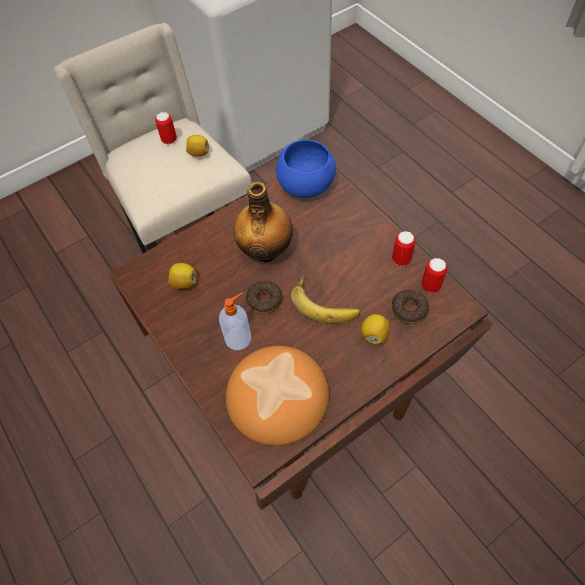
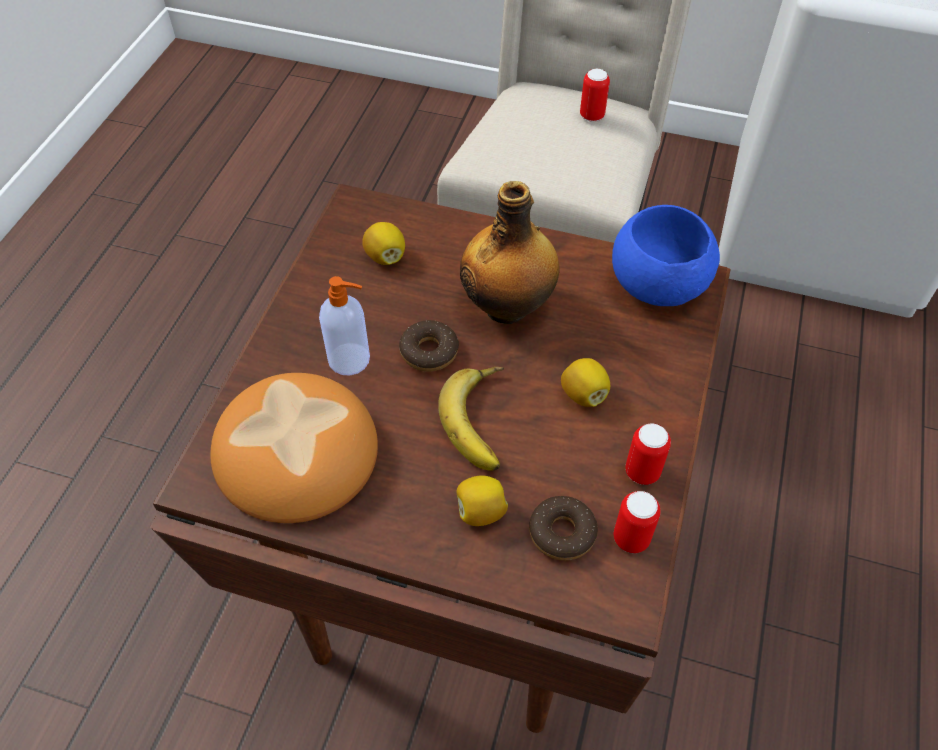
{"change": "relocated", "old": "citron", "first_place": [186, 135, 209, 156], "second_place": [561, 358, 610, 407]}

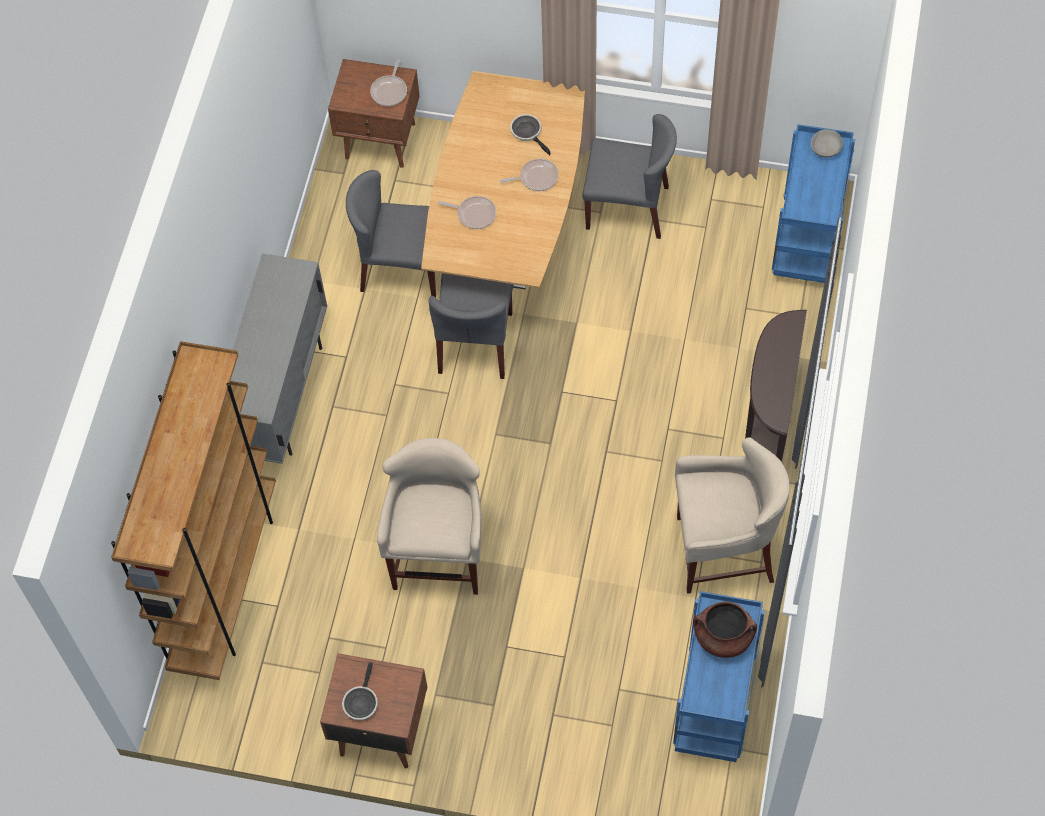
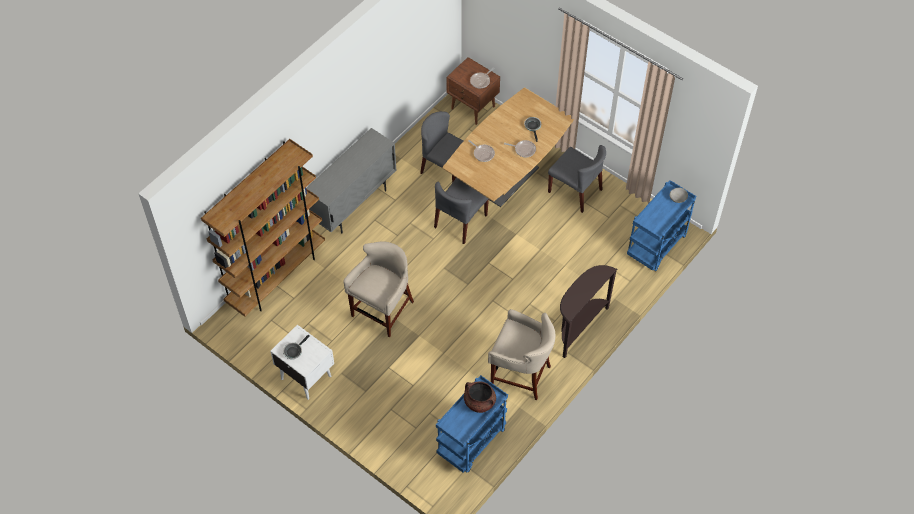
{"change": "colour", "old": "table de chevet (marron)", "new": "table de chevet (blanc)", "first_place": [320, 653, 427, 768], "second_place": [270, 325, 334, 400]}

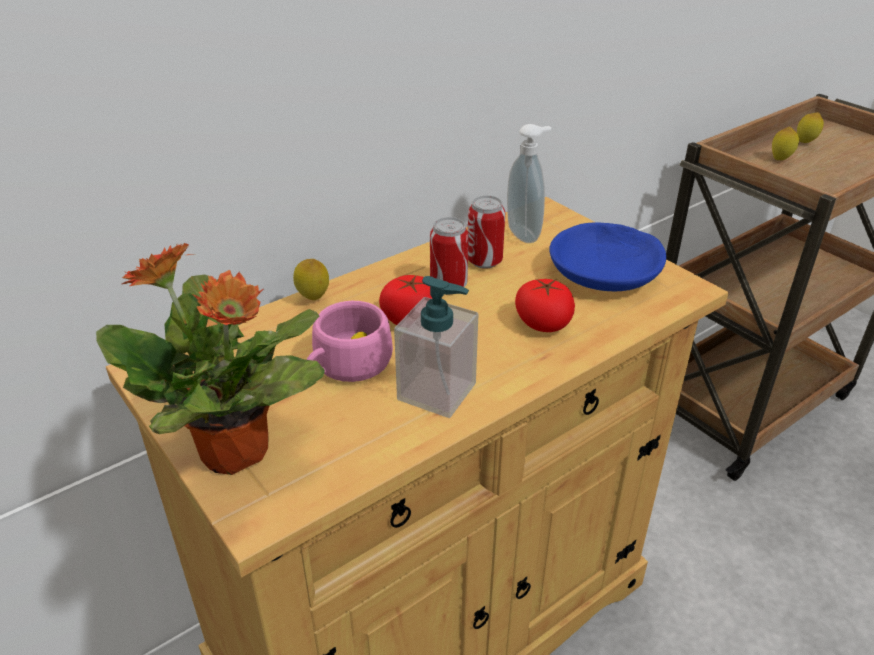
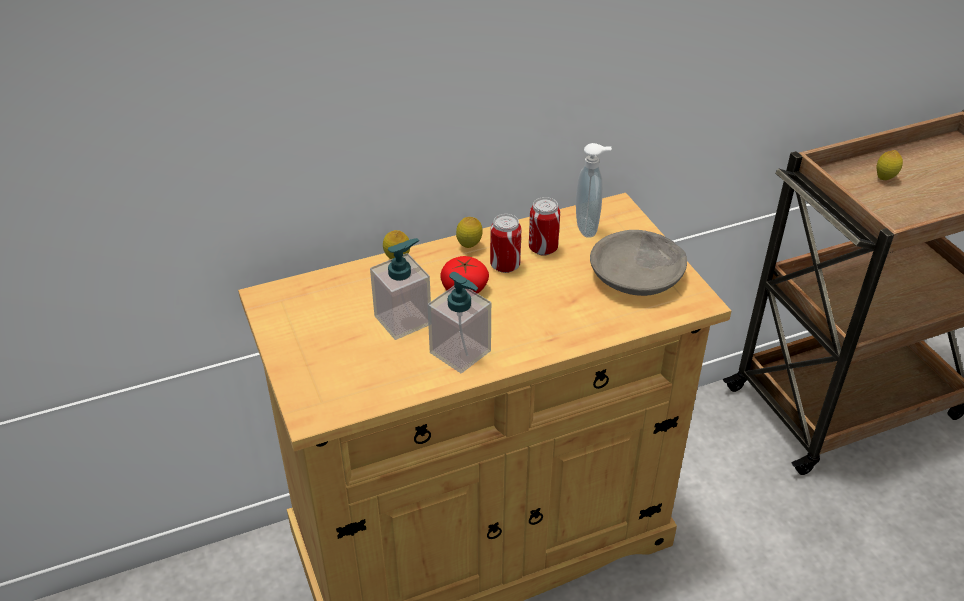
{"change": "missing", "old": "plante en pot", "first_place": [96, 243, 325, 475]}
{"change": "exchanged", "old": "tasse (rose)", "new": "distributeur de savon", "first_place": [306, 301, 393, 382], "second_place": [370, 238, 431, 340]}
{"change": "missing", "old": "tomate", "first_place": [515, 279, 575, 332]}
{"change": "colour", "old": "bol (bleu)", "new": "bol (gris)", "first_place": [549, 222, 666, 291], "second_place": [590, 230, 687, 296]}
{"change": "relocated", "old": "citron", "first_place": [797, 112, 824, 143], "second_place": [456, 217, 483, 248]}

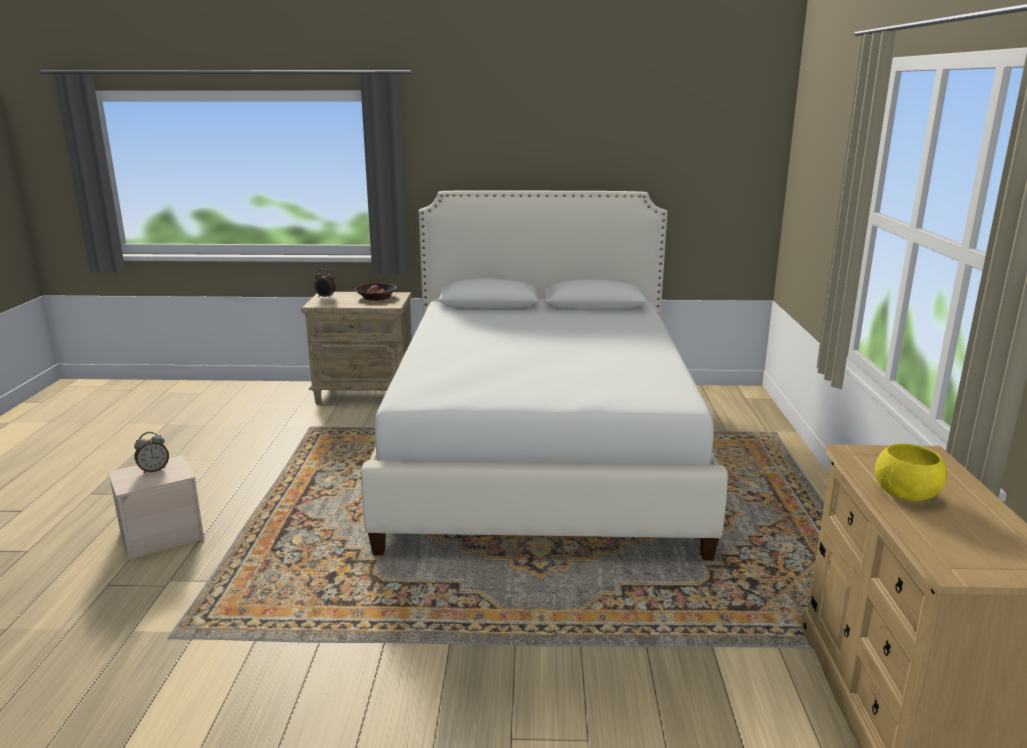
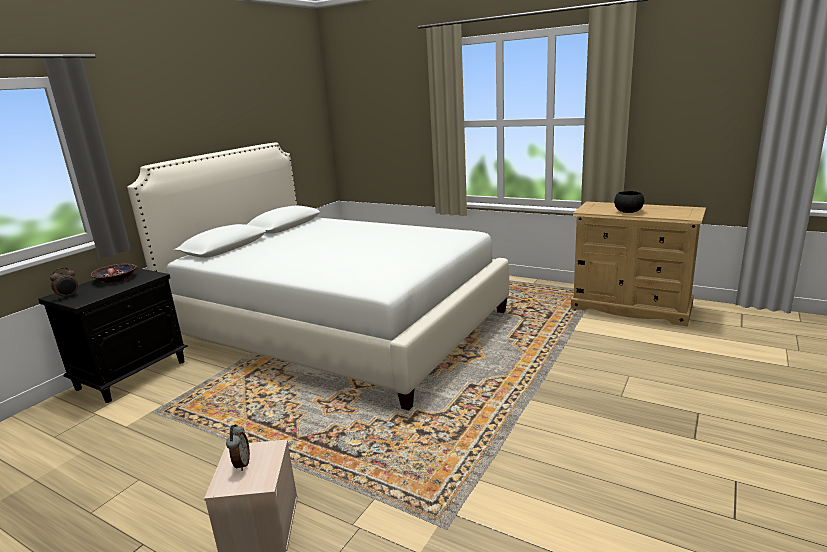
{"change": "colour", "old": "table de chevet (beige)", "new": "table de chevet (noir)", "first_place": [301, 292, 412, 405], "second_place": [38, 268, 187, 403]}
{"change": "colour", "old": "bol (jaune)", "new": "bol (noir)", "first_place": [875, 443, 947, 501], "second_place": [614, 191, 644, 213]}

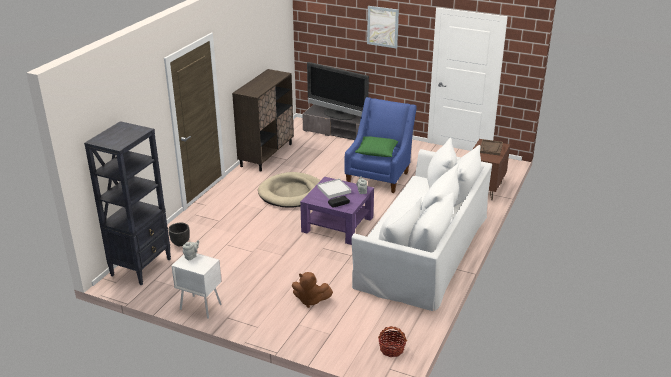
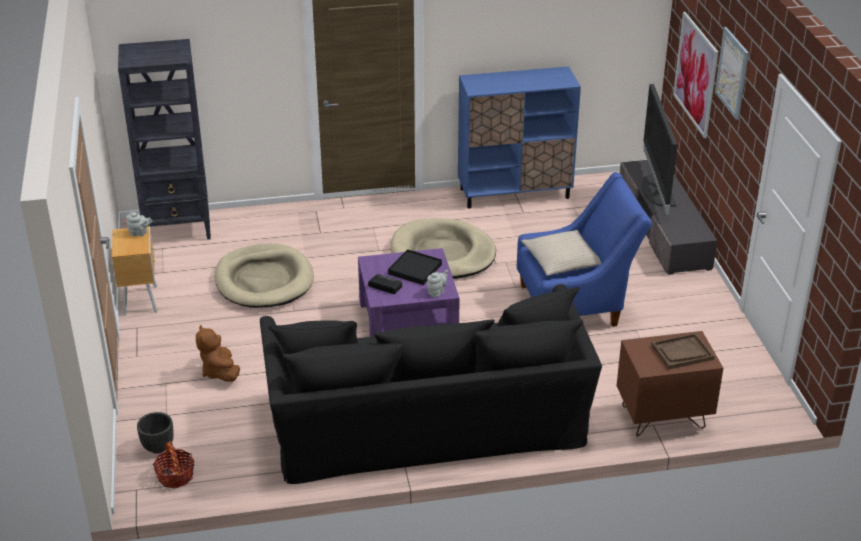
{"change": "relocated", "old": "cache-pot (noir)", "first_place": [168, 223, 190, 246], "second_place": [137, 412, 174, 454]}
{"change": "colour", "old": "table de chevet (blanc)", "new": "table de chevet (marron)", "first_place": [172, 253, 222, 319], "second_place": [112, 226, 158, 316]}
{"change": "colour", "old": "meuble de rangement (marron)", "new": "meuble de rangement (bleu)", "first_place": [232, 69, 294, 172], "second_place": [458, 66, 581, 208]}
{"change": "colour", "old": "plateau (blanc)", "new": "plateau (noir)", "first_place": [317, 178, 351, 199], "second_place": [388, 249, 442, 285]}
{"change": "colour", "old": "canapé (blanc)", "new": "canapé (noir)", "first_place": [351, 138, 492, 311], "second_place": [260, 284, 602, 484]}
{"change": "colour", "old": "coussin (vert)", "new": "coussin (beige)", "first_place": [355, 136, 398, 157], "second_place": [521, 230, 601, 276]}
{"change": "appeared", "new": "panier pour chien (beige)", "second_place": [215, 243, 314, 308]}
{"change": "appeared", "new": "tableau", "second_place": [673, 12, 718, 138]}

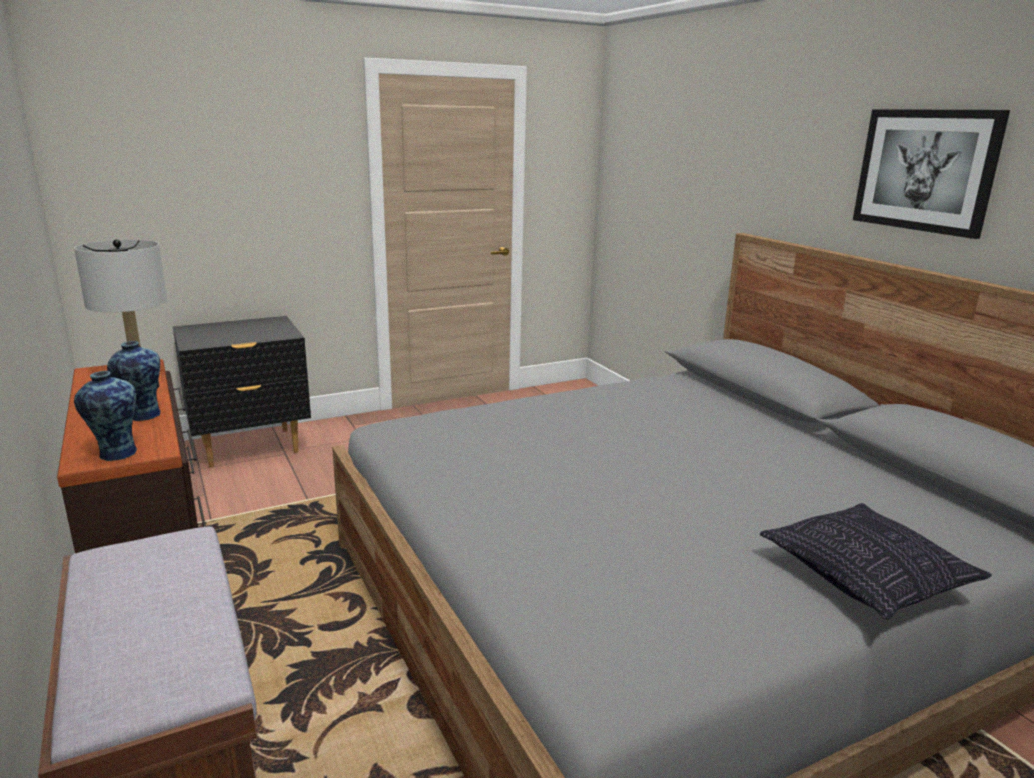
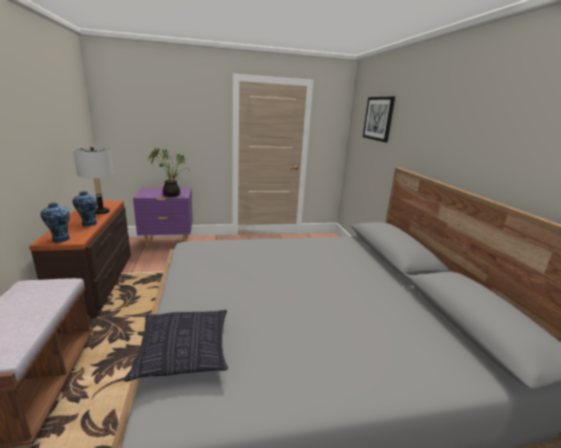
{"change": "colour", "old": "table de chevet (noir)", "new": "table de chevet (violet)", "first_place": [173, 316, 311, 468], "second_place": [133, 188, 193, 250]}
{"change": "relocated", "old": "coussin", "first_place": [760, 503, 992, 620], "second_place": [124, 310, 228, 382]}
{"change": "relocated", "old": "tableau", "first_place": [853, 109, 1010, 239], "second_place": [363, 96, 395, 142]}
{"change": "appeared", "new": "plante en pot", "second_place": [148, 148, 189, 197]}

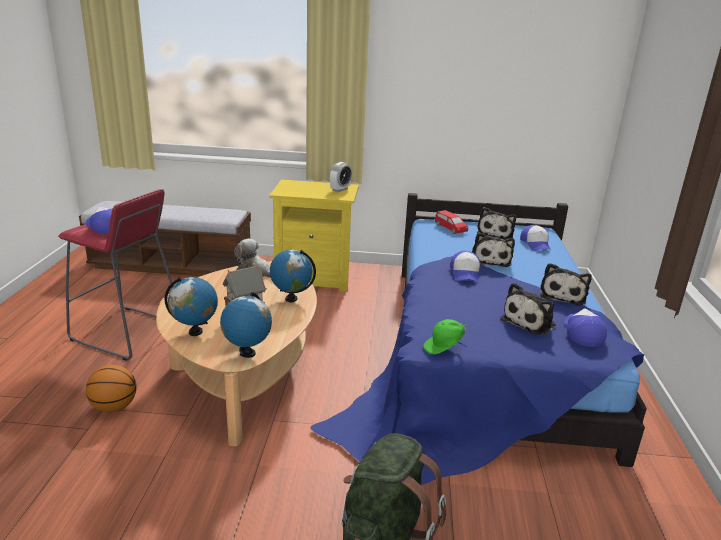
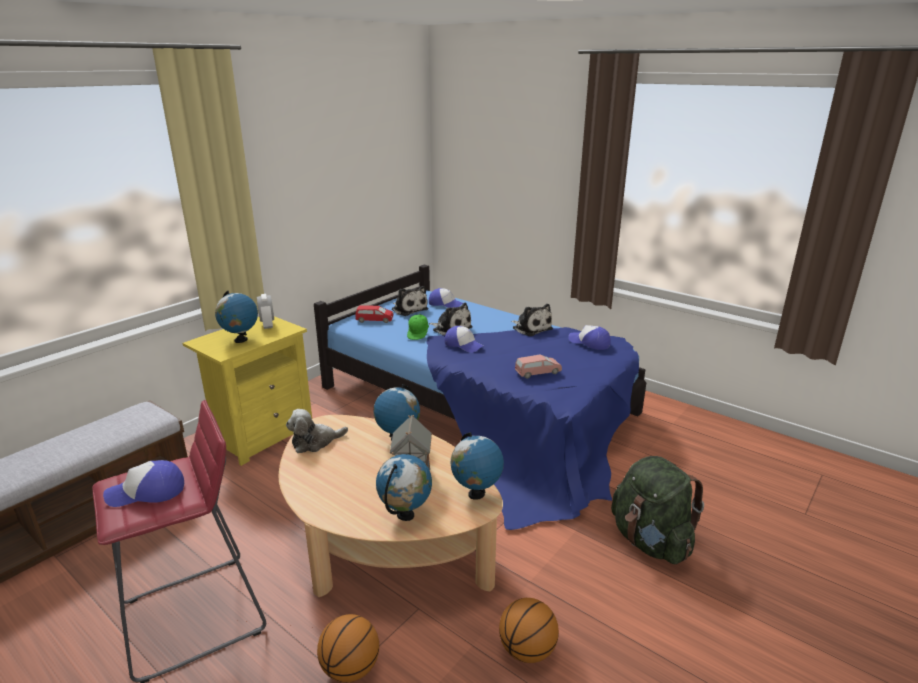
{"change": "relocated", "old": "casquette (vert)", "first_place": [423, 319, 468, 354], "second_place": [407, 313, 429, 340]}
{"change": "missing", "old": "peluche", "first_place": [500, 283, 556, 335]}
{"change": "appeared", "new": "globe", "second_place": [215, 291, 258, 343]}
{"change": "appeared", "new": "ballon de basket", "second_place": [499, 598, 559, 663]}
{"change": "appeared", "new": "petite voiture (rose)", "second_place": [515, 355, 562, 379]}

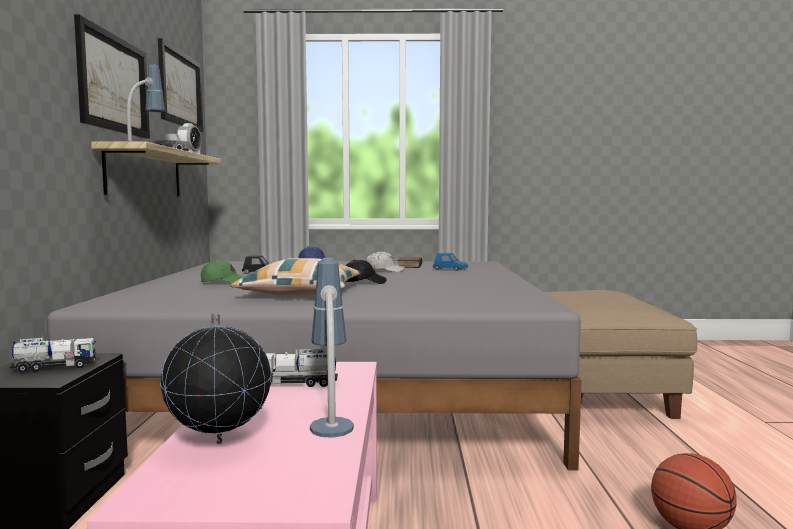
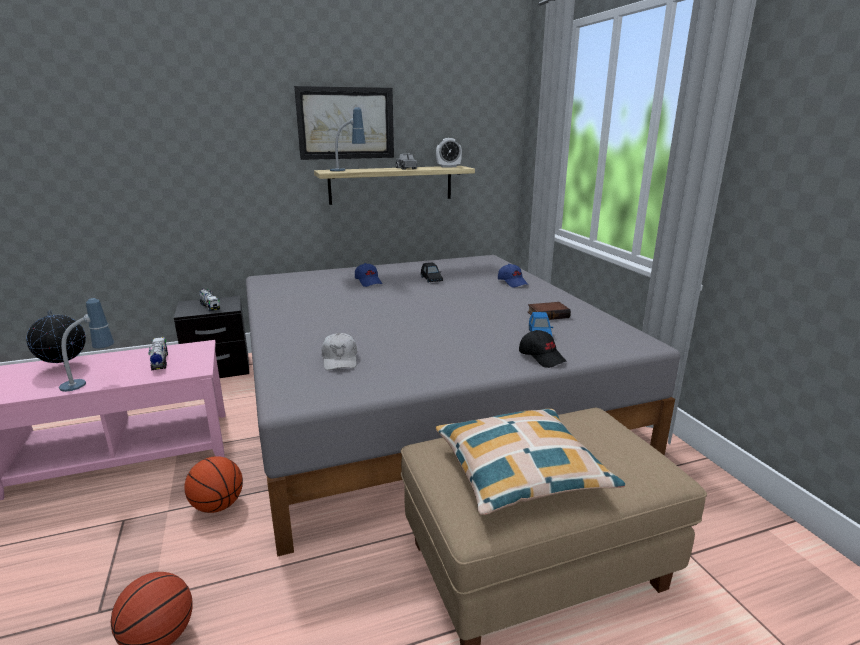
{"change": "missing", "old": "tableau", "first_place": [158, 38, 203, 132]}
{"change": "colour", "old": "casquette (vert)", "new": "casquette (bleu)", "first_place": [201, 260, 244, 283], "second_place": [355, 263, 382, 287]}
{"change": "relocated", "old": "coussin", "first_place": [231, 258, 361, 296], "second_place": [436, 409, 625, 515]}
{"change": "relocated", "old": "casquette (noir)", "first_place": [345, 260, 386, 284], "second_place": [519, 330, 566, 368]}
{"change": "relocated", "old": "casquette (blanc)", "first_place": [365, 251, 405, 272], "second_place": [322, 333, 357, 370]}
{"change": "appeared", "new": "ballon de basket", "second_place": [184, 456, 243, 513]}

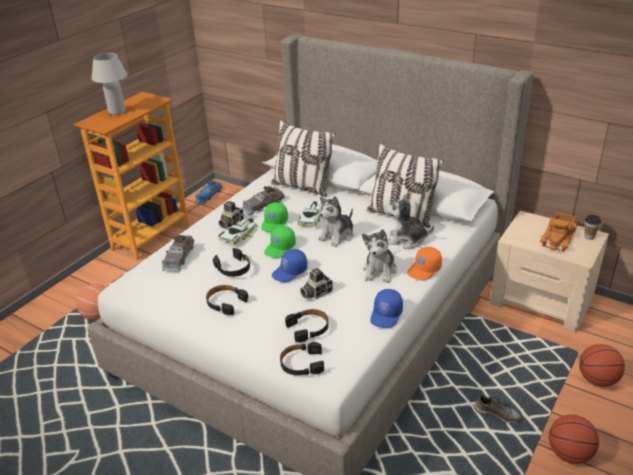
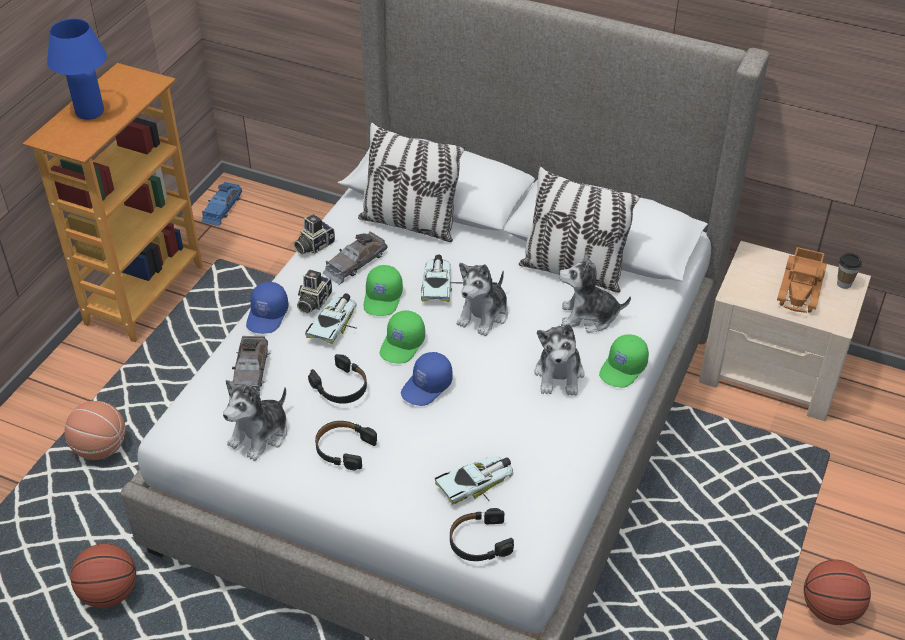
{"change": "colour", "old": "lampe de table (blanc)", "new": "lampe de table (bleu)", "first_place": [92, 53, 127, 115], "second_place": [47, 19, 107, 120]}
{"change": "exchanged", "old": "casque audio (noir)", "new": "petite voiture", "first_place": [285, 309, 329, 342], "second_place": [434, 456, 513, 505]}
{"change": "relocated", "old": "appareil photo", "first_place": [300, 268, 333, 299], "second_place": [294, 215, 335, 255]}
{"change": "relocated", "old": "casquette (bleu)", "first_place": [370, 289, 403, 328], "second_place": [246, 282, 289, 334]}
{"change": "colour", "old": "casquette (orange)", "new": "casquette (vert)", "first_place": [407, 247, 442, 281], "second_place": [599, 334, 649, 388]}
{"change": "missing", "old": "chaussure (gris)", "first_place": [474, 395, 522, 423]}
{"change": "relocated", "old": "ballon de basket", "first_place": [579, 344, 625, 387], "second_place": [71, 543, 136, 608]}
{"change": "appeared", "new": "peluche", "second_place": [223, 380, 287, 461]}

